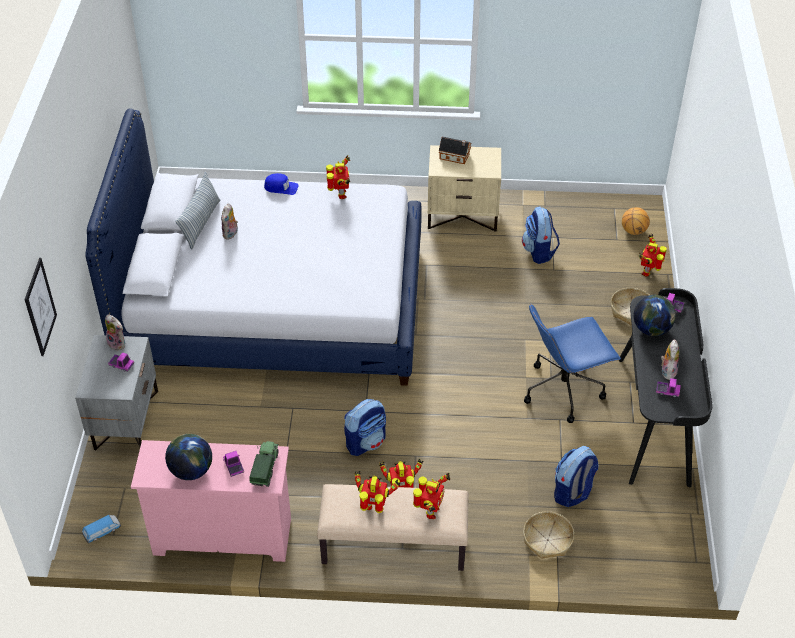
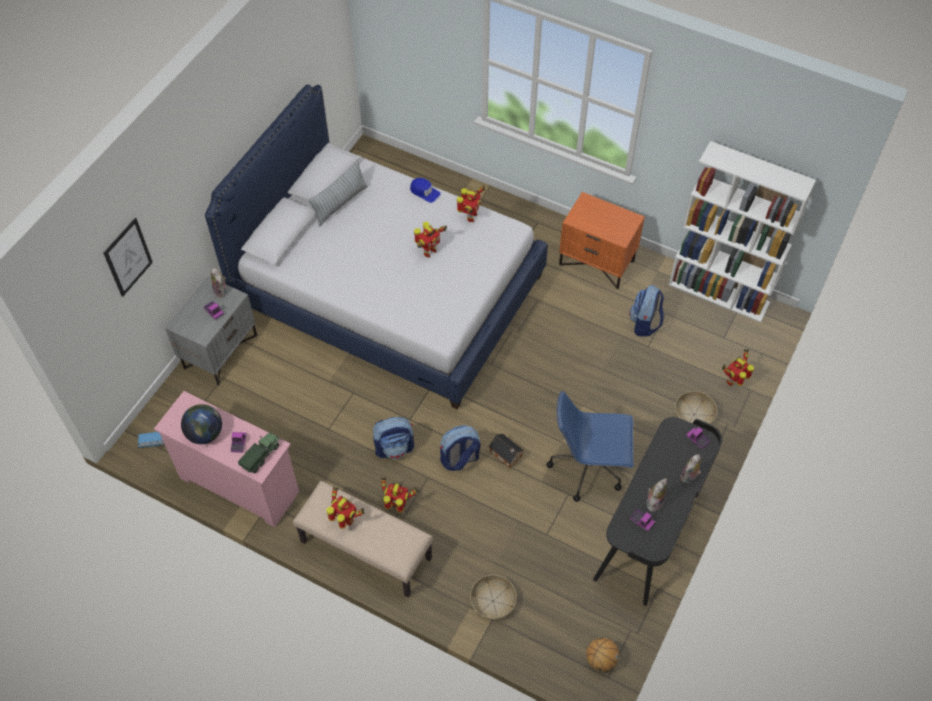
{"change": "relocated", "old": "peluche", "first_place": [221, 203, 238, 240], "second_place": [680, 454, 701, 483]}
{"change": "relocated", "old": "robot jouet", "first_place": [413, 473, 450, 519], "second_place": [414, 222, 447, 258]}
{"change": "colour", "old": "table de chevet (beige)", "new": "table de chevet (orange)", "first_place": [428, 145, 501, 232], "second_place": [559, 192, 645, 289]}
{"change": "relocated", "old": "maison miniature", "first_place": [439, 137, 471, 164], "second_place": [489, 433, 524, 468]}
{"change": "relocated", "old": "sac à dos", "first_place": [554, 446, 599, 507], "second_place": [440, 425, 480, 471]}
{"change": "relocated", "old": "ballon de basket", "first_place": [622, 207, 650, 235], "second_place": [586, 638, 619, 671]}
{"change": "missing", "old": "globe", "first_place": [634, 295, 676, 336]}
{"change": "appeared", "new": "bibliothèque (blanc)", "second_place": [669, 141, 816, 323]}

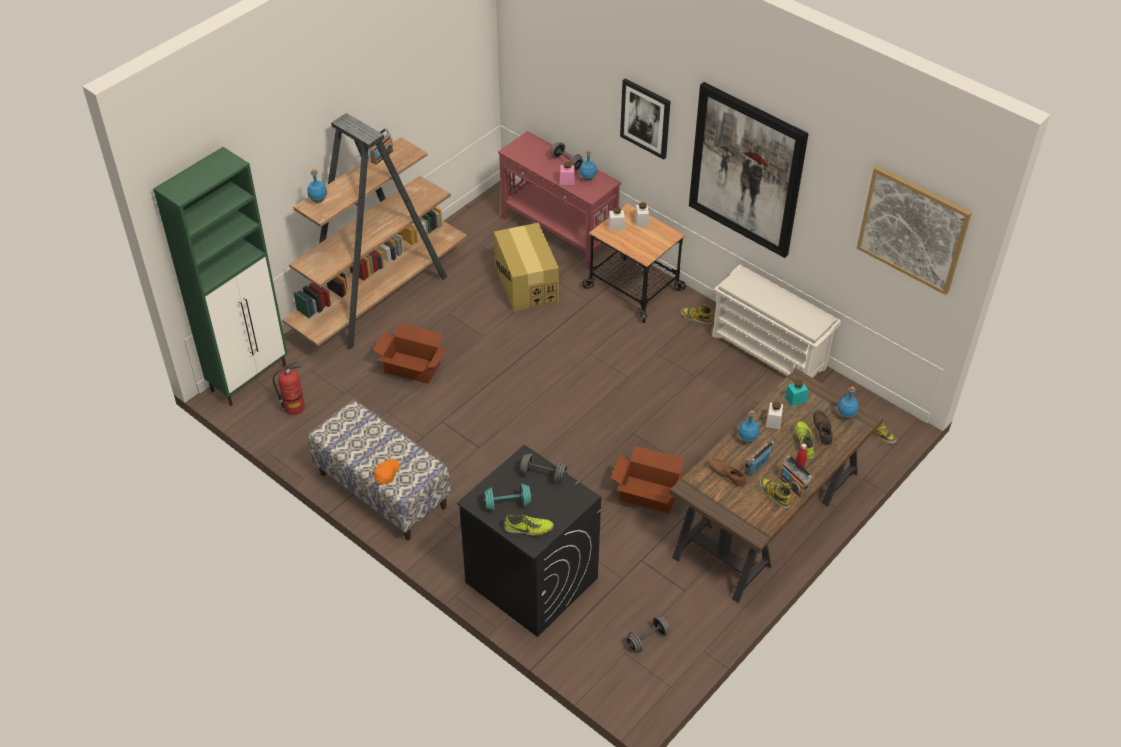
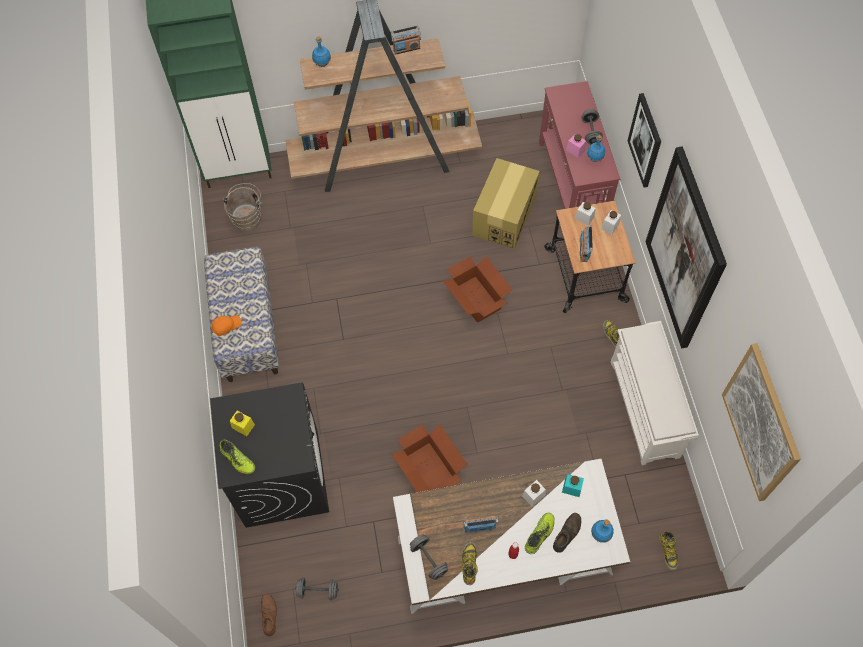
{"change": "exchanged", "old": "extincteur", "new": "seau (marron)", "first_place": [273, 360, 305, 415], "second_place": [223, 183, 262, 231]}
{"change": "relocated", "old": "carton", "first_place": [373, 323, 448, 384], "second_place": [443, 256, 512, 323]}
{"change": "exchanged", "old": "haltère (turquoise)", "new": "bocal (jaune)", "first_place": [483, 484, 532, 510], "second_place": [230, 411, 255, 436]}
{"change": "relocated", "old": "haltère (gris)", "first_place": [520, 453, 567, 483], "second_place": [410, 535, 448, 580]}
{"change": "colour", "old": "bureau (marron)", "new": "bureau (blanc)", "first_place": [670, 368, 883, 603], "second_place": [393, 459, 630, 614]}
{"change": "relocated", "old": "chaussure (marron)", "first_place": [708, 458, 746, 487], "second_place": [261, 594, 277, 636]}
{"change": "missing", "old": "bouteille (bleu)", "first_place": [738, 410, 759, 443]}
{"change": "relocated", "old": "radio", "first_place": [779, 455, 812, 498], "second_place": [580, 225, 593, 262]}

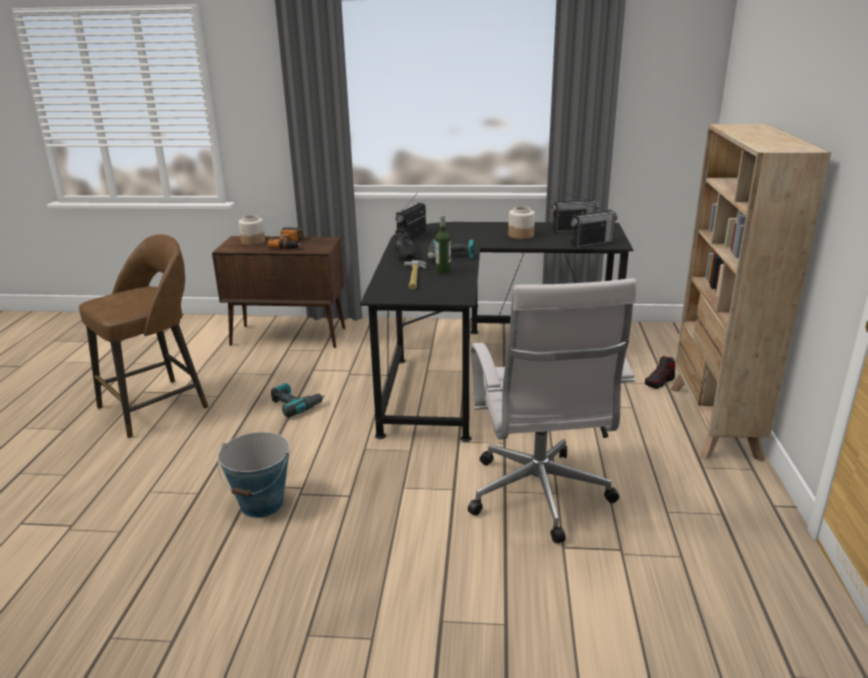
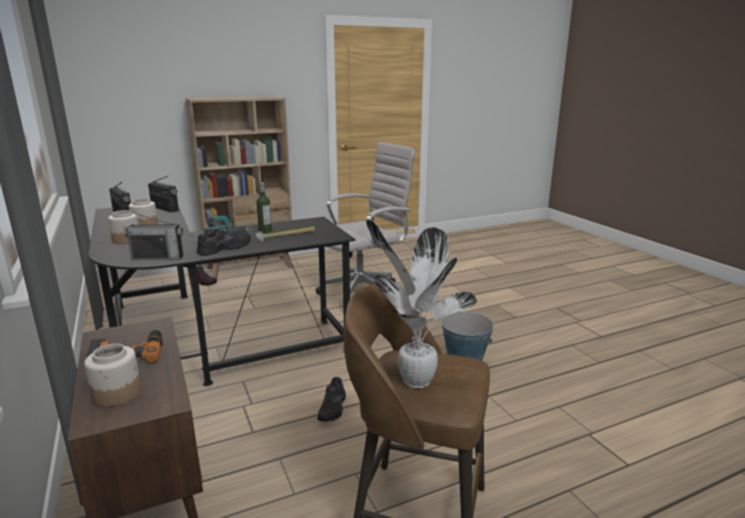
{"change": "exchanged", "old": "perceuse", "new": "chaussure (noir)", "first_place": [271, 383, 325, 417], "second_place": [317, 377, 346, 422]}
{"change": "appeared", "new": "bocal", "second_place": [108, 210, 139, 244]}
{"change": "appeared", "new": "plante en pot", "second_place": [366, 220, 477, 388]}

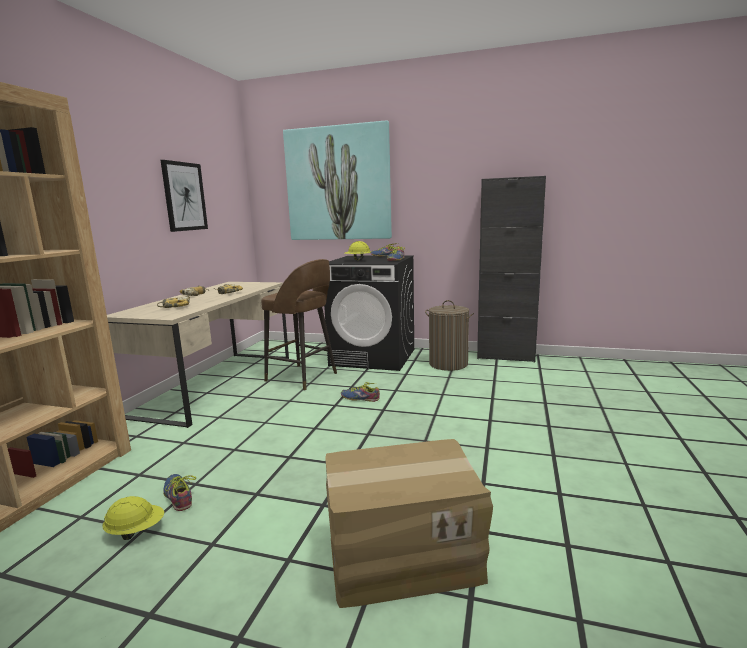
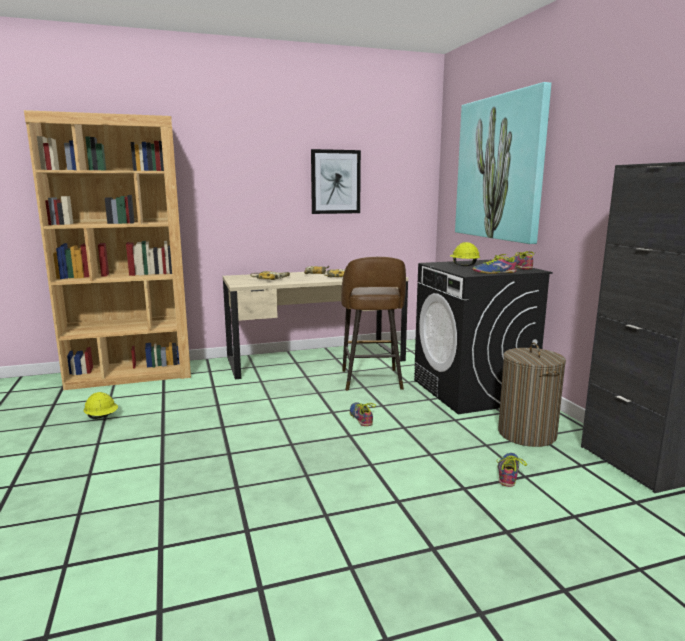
{"change": "relocated", "old": "chaussure", "first_place": [163, 474, 196, 511], "second_place": [497, 453, 527, 487]}
{"change": "missing", "old": "carton", "first_place": [325, 439, 493, 608]}

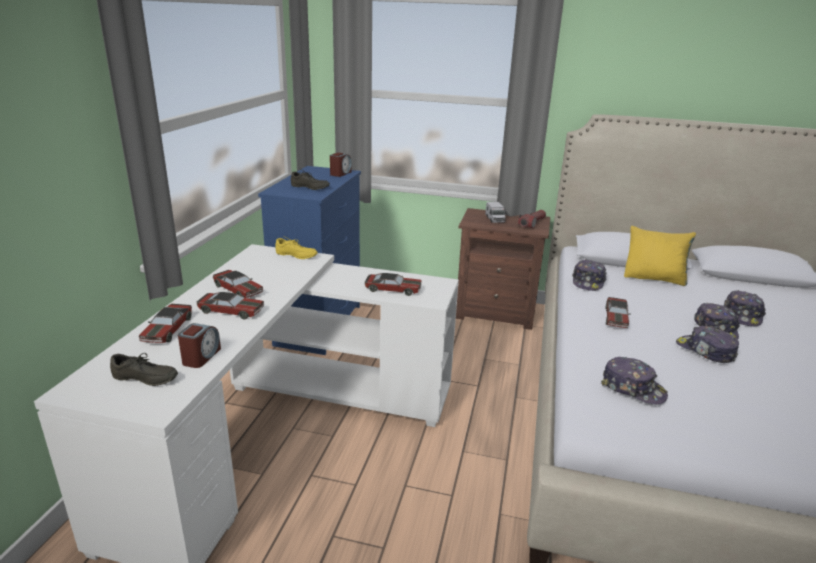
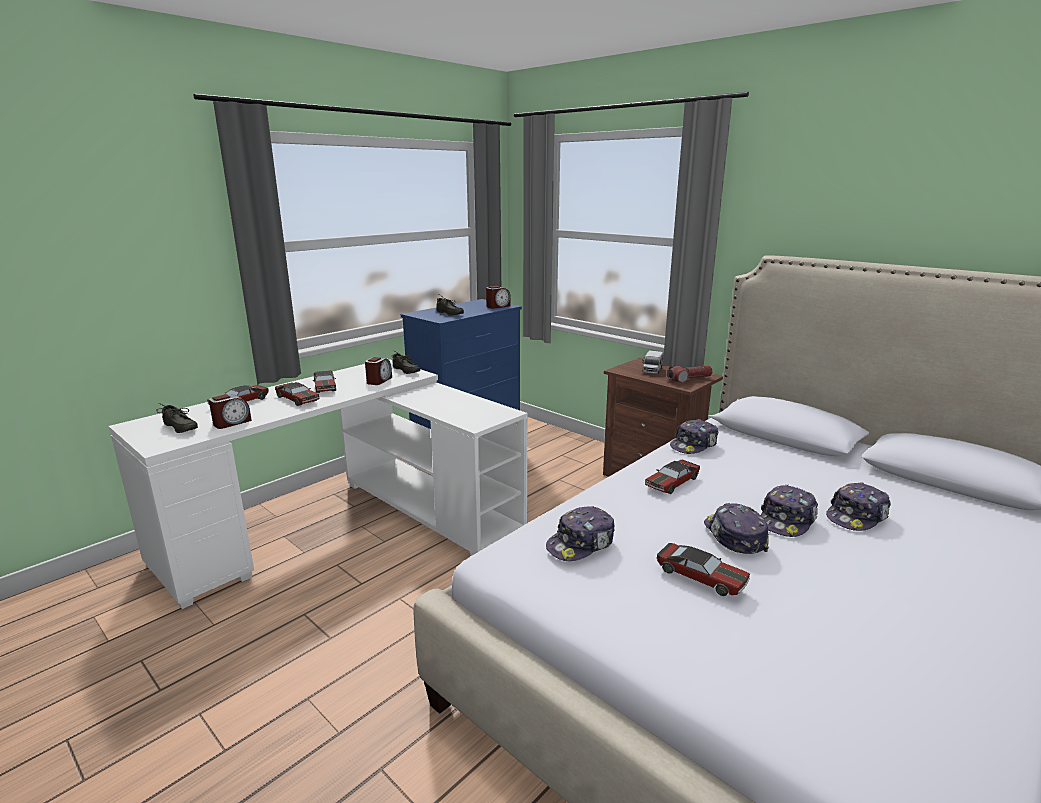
{"change": "colour", "old": "chaussure (jaune)", "new": "chaussure (gris)", "first_place": [275, 236, 318, 259], "second_place": [393, 350, 420, 374]}
{"change": "relocated", "old": "petite voiture", "first_place": [365, 273, 422, 296], "second_place": [656, 543, 750, 596]}
{"change": "spun", "old": "casquette", "first_place": [601, 357, 668, 405], "second_place": [546, 506, 615, 561], "degrees": 75}
{"change": "missing", "old": "coussin (jaune)", "first_place": [624, 226, 696, 286]}
{"change": "appeared", "new": "réveil", "second_place": [365, 357, 392, 385]}

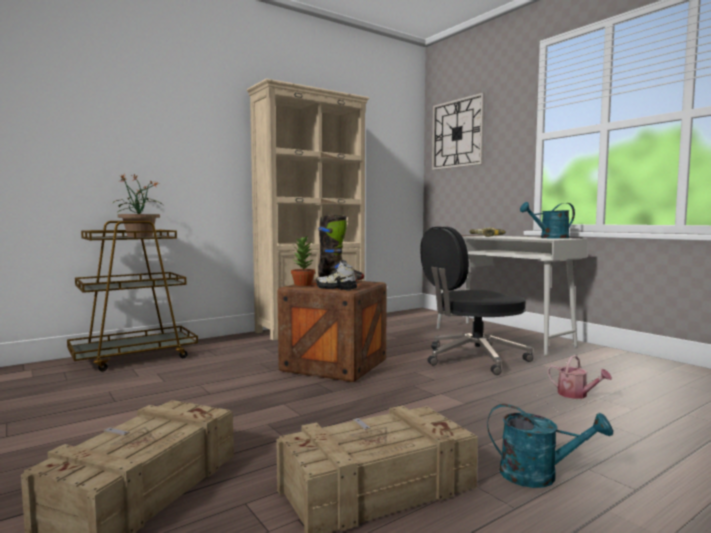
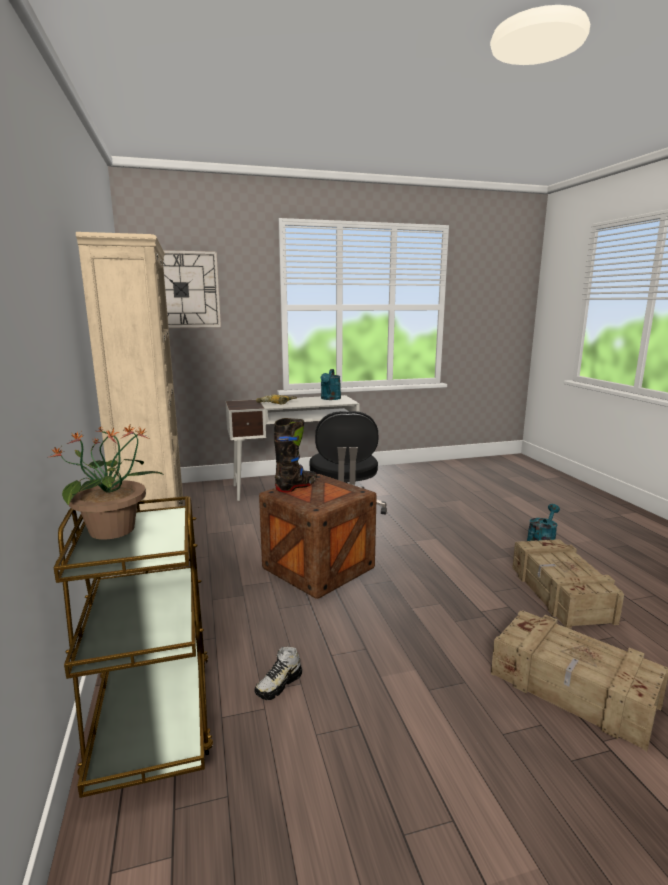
{"change": "missing", "old": "plante en pot", "first_place": [291, 235, 315, 286]}
{"change": "relocated", "old": "chaussure", "first_place": [316, 261, 357, 290], "second_place": [255, 647, 302, 700]}
{"change": "missing", "old": "arrosoir", "first_place": [547, 355, 612, 399]}

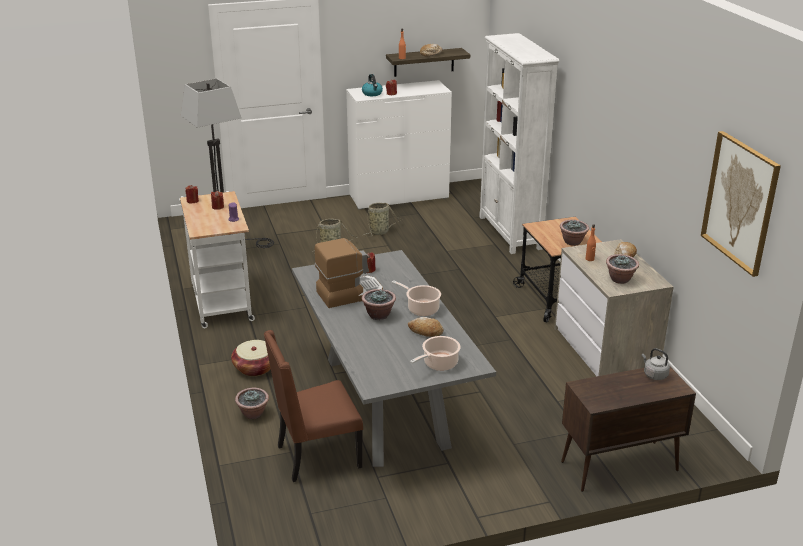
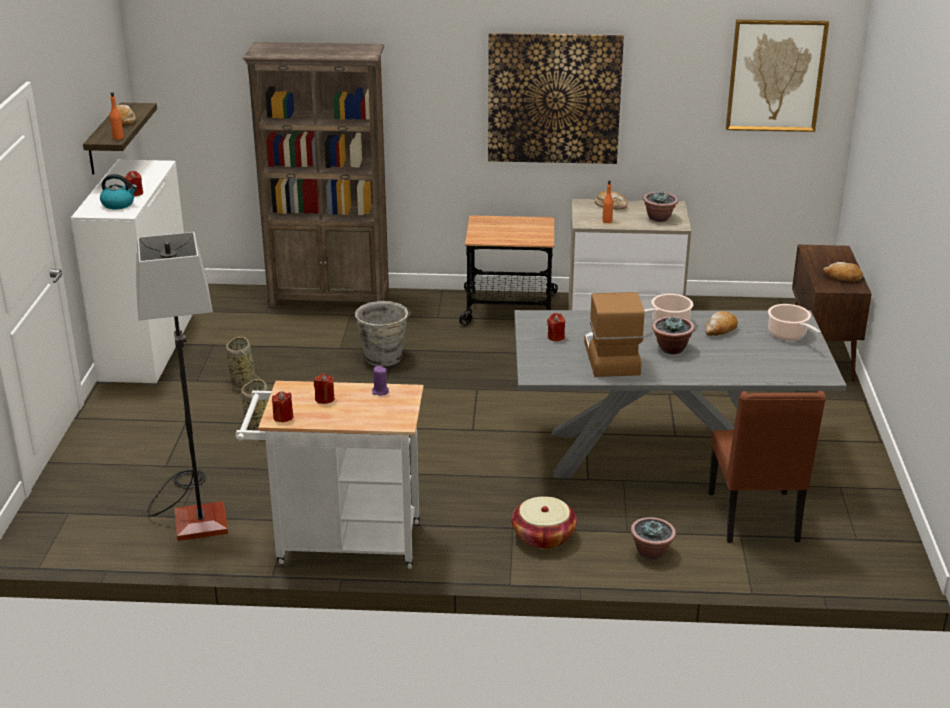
{"change": "colour", "old": "bibliothèque (blanc)", "new": "bibliothèque (marron)", "first_place": [479, 33, 559, 254], "second_place": [242, 42, 389, 308]}
{"change": "missing", "old": "plante en pot", "first_place": [560, 220, 589, 246]}
{"change": "missing", "old": "bouilloire (gris)", "first_place": [642, 348, 670, 380]}
{"change": "appeared", "new": "seau (gris)", "second_place": [355, 301, 411, 367]}
{"change": "appeared", "new": "tableau", "second_place": [488, 33, 624, 164]}
{"change": "appeared", "new": "pain", "second_place": [823, 262, 863, 281]}

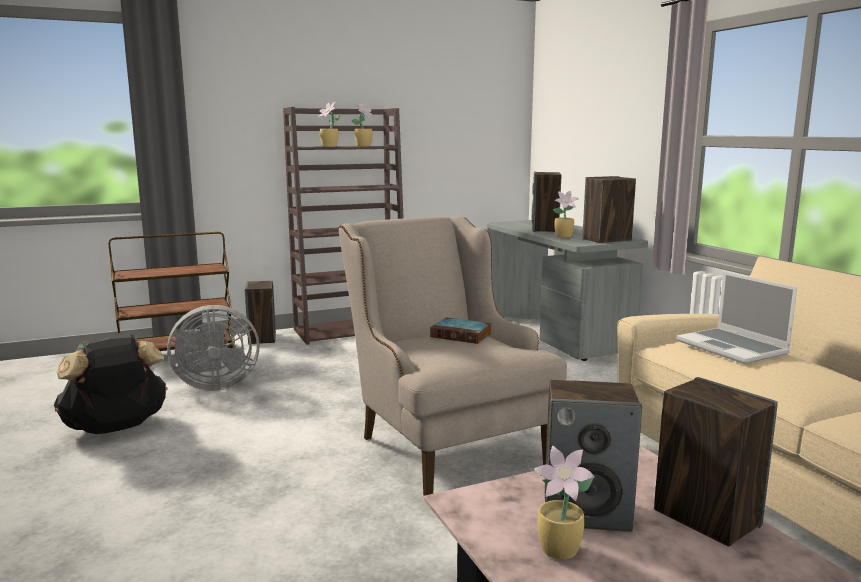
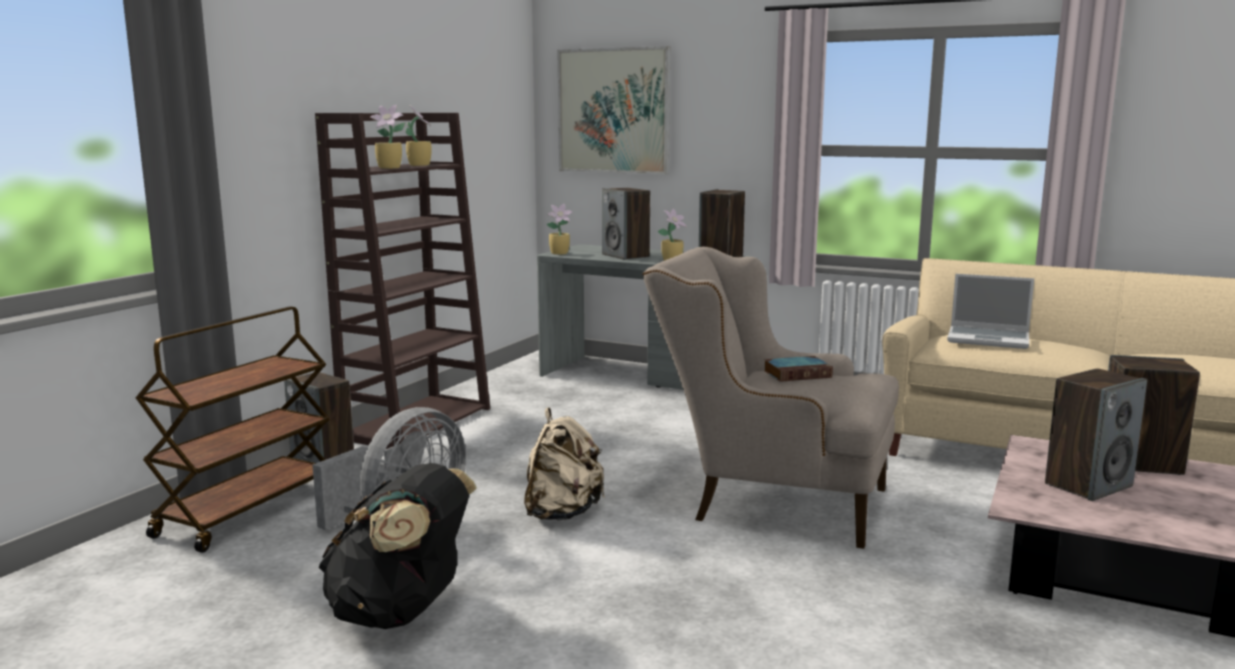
{"change": "relocated", "old": "plante en pot", "first_place": [534, 446, 595, 560], "second_place": [546, 204, 574, 255]}
{"change": "appeared", "new": "sac à dos (beige)", "second_place": [524, 407, 605, 521]}
{"change": "appeared", "new": "tableau", "second_place": [557, 46, 670, 175]}

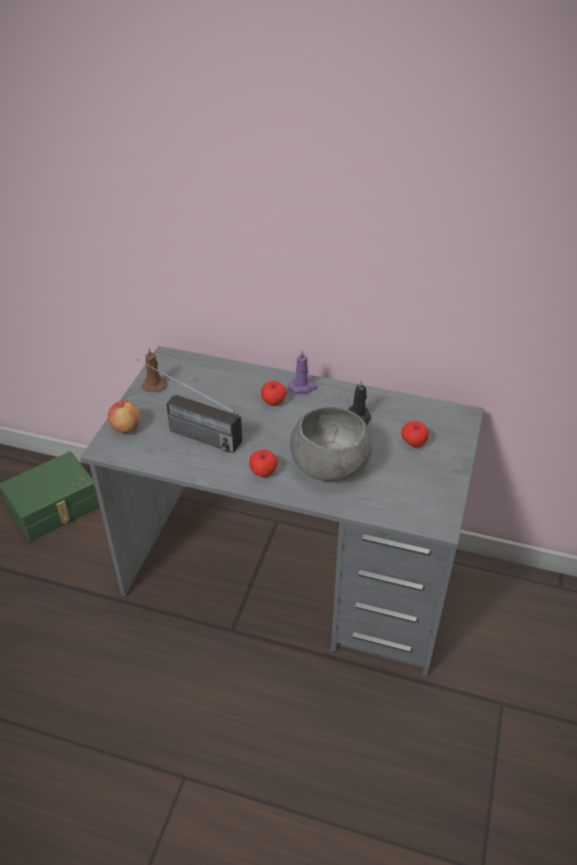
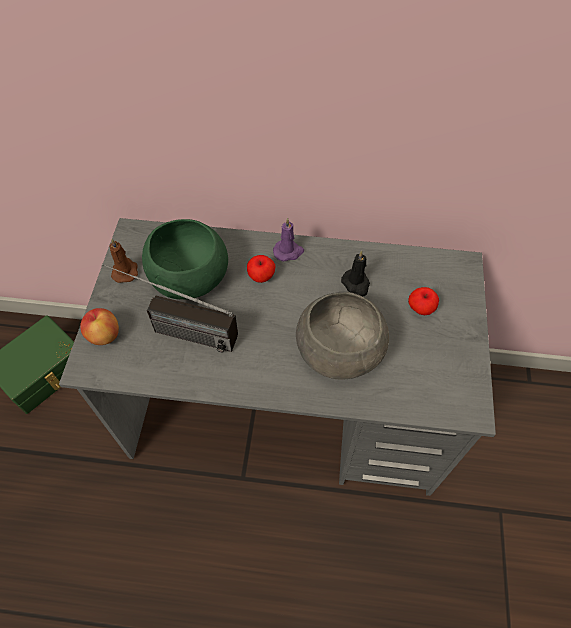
{"change": "missing", "old": "pomme", "first_place": [249, 450, 278, 477]}
{"change": "appeared", "new": "bol (vert)", "second_place": [142, 219, 228, 300]}

